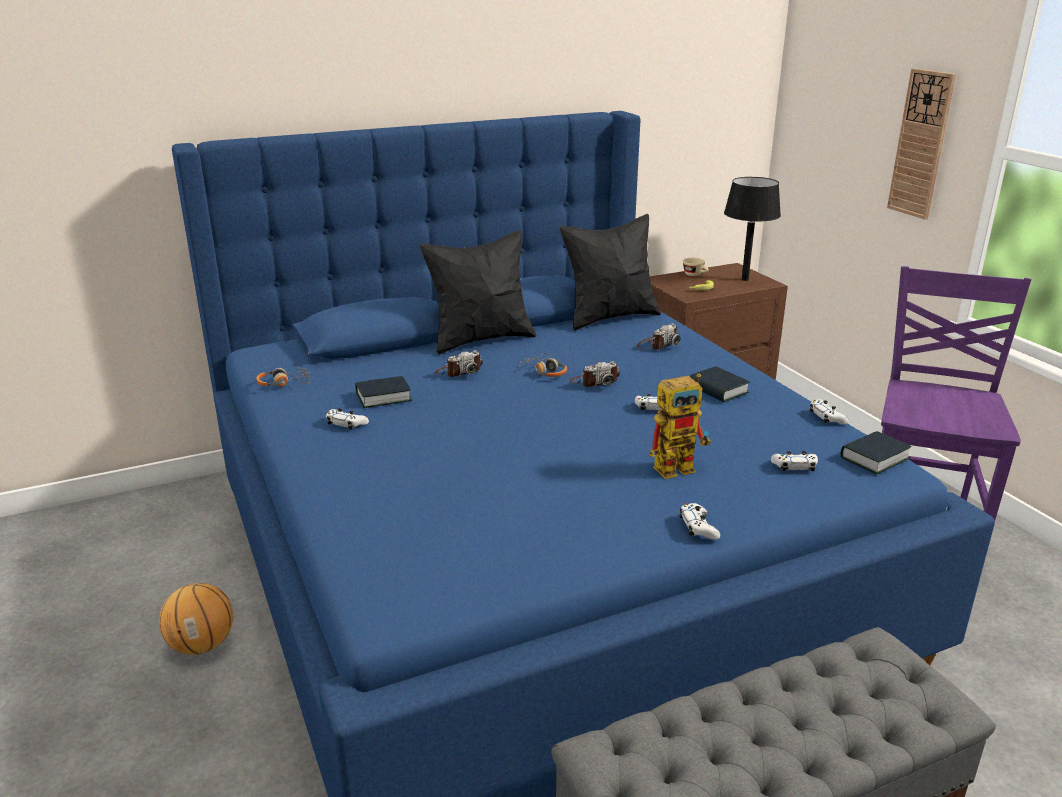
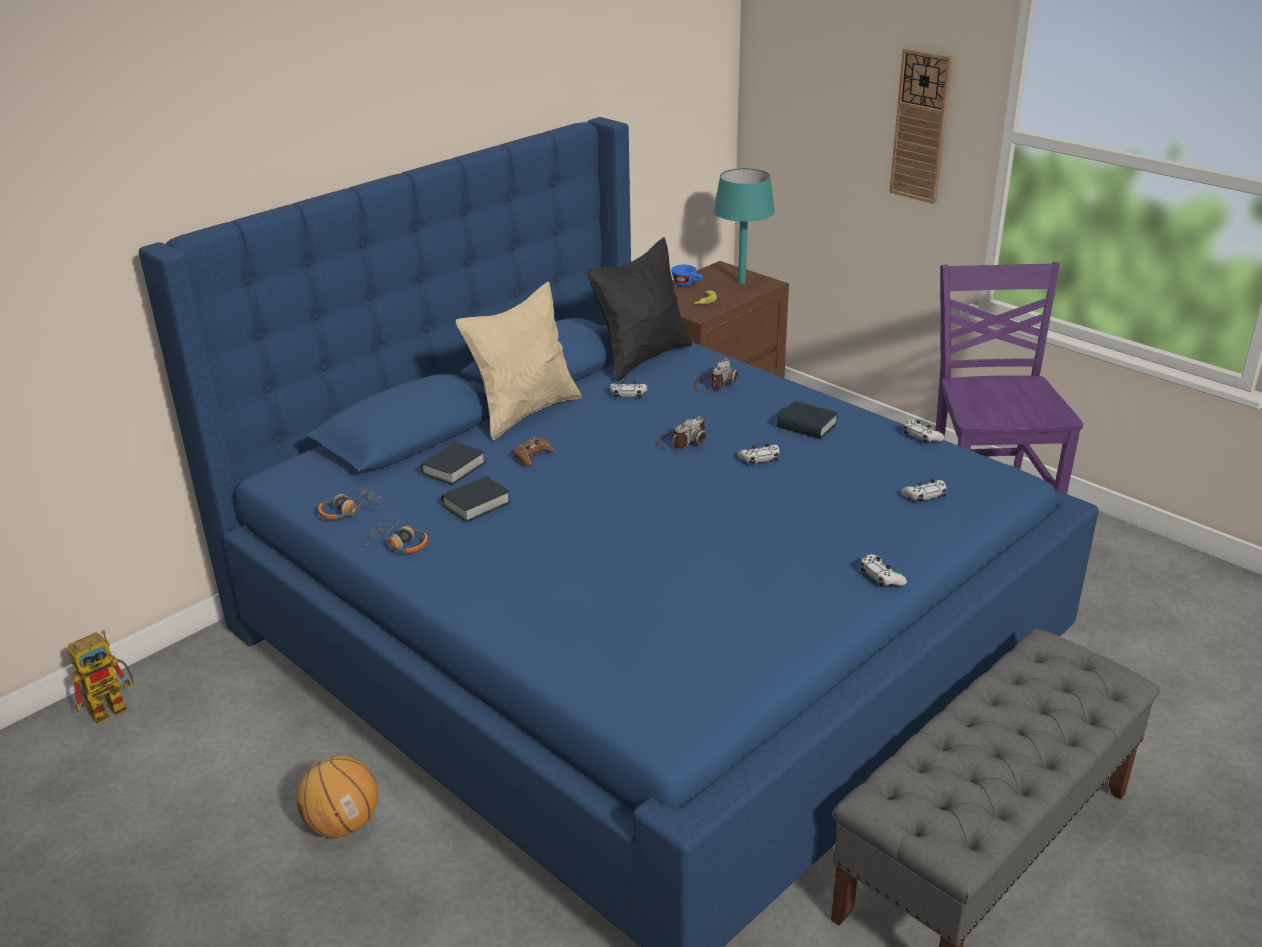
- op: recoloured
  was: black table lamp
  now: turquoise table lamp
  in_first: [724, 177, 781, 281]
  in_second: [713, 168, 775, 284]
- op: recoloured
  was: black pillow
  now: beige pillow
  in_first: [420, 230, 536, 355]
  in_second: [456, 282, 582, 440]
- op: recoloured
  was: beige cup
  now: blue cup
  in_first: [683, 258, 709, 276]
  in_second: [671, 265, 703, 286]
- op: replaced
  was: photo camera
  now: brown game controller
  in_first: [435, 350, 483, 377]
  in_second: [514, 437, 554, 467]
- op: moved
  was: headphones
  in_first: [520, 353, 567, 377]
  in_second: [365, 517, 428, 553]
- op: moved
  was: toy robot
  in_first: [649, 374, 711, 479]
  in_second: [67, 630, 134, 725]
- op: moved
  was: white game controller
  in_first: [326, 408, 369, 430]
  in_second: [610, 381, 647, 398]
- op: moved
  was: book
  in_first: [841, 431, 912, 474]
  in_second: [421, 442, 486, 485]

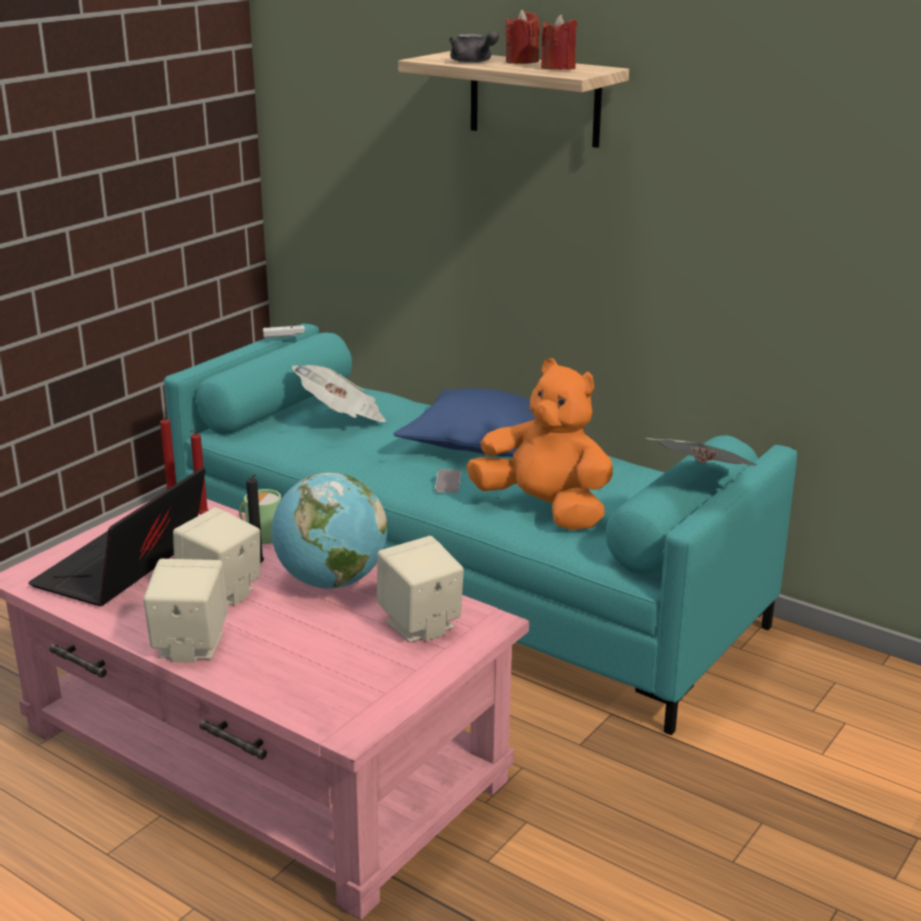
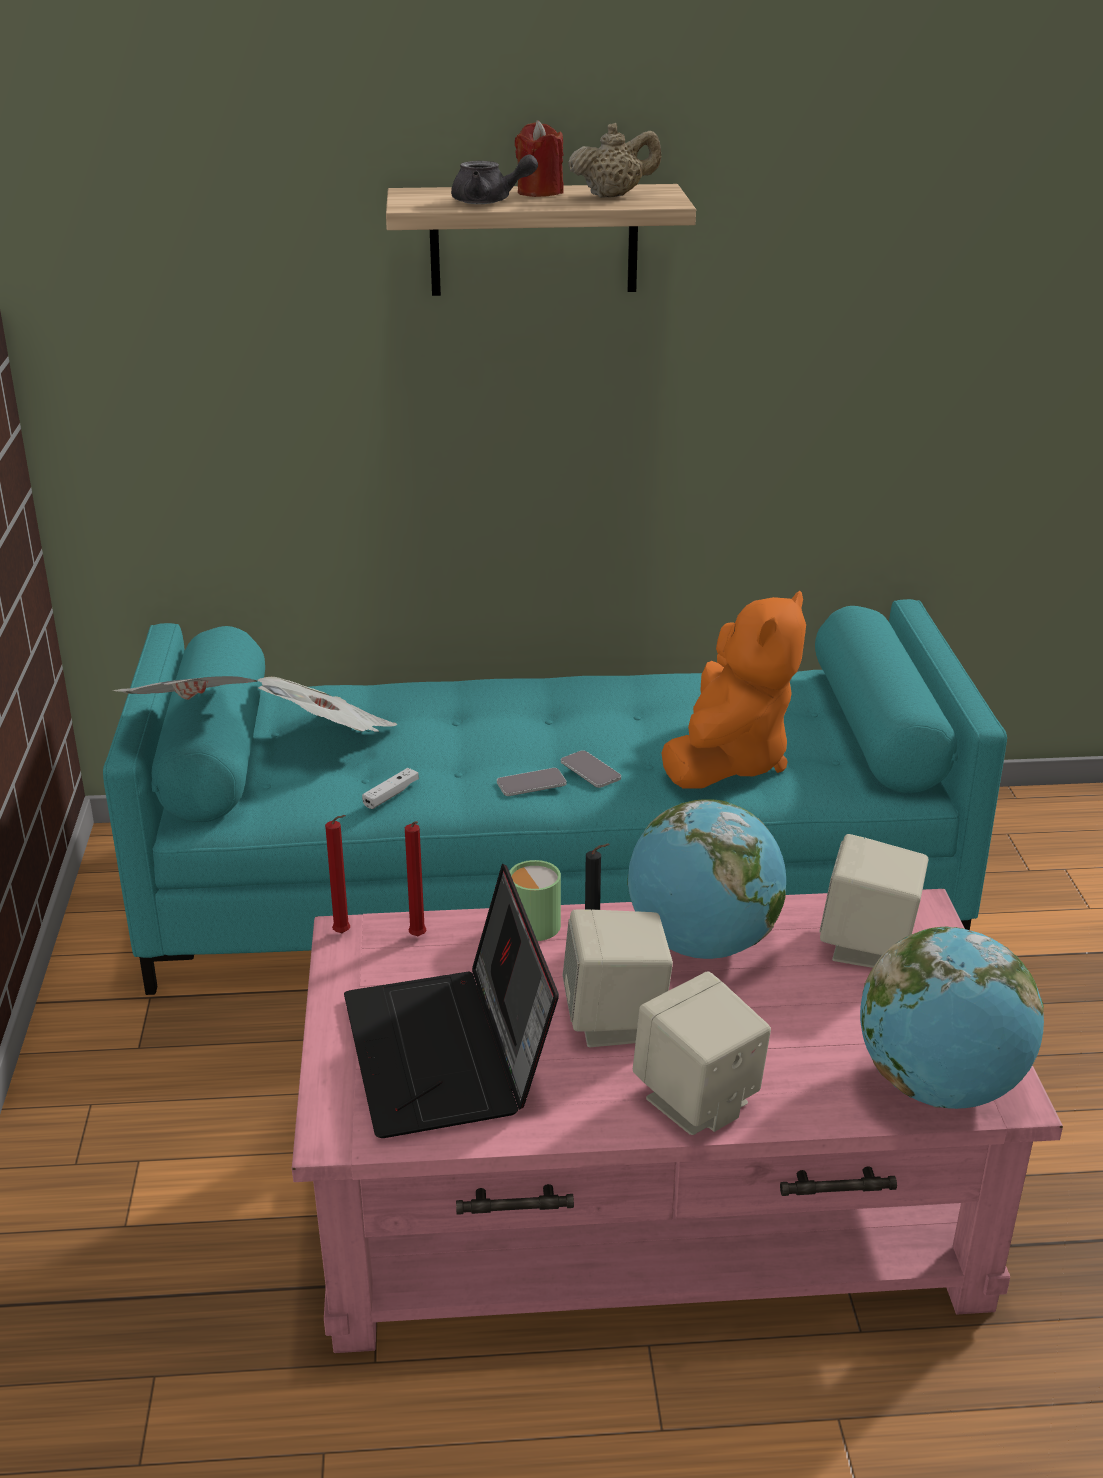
- op: replaced
  was: red candle
  now: beige teapot
  in_first: [541, 14, 577, 70]
  in_second: [568, 123, 661, 198]
- op: moved
  was: white game controller
  in_first: [263, 325, 305, 338]
  in_second: [362, 768, 419, 809]
- op: turned
  was: orange plush toy
  in_first: [466, 359, 613, 530]
  in_second: [661, 591, 806, 788]
  clockwise: 120
- op: removed
  was: blue pillow
  in_first: [393, 388, 536, 457]
- op: moved
  was: newspaper
  in_first: [647, 438, 757, 466]
  in_second: [113, 676, 258, 700]
- op: added
  now: phone
  in_second: [497, 768, 566, 796]
- op: added
  now: globe
  in_second: [860, 927, 1044, 1109]

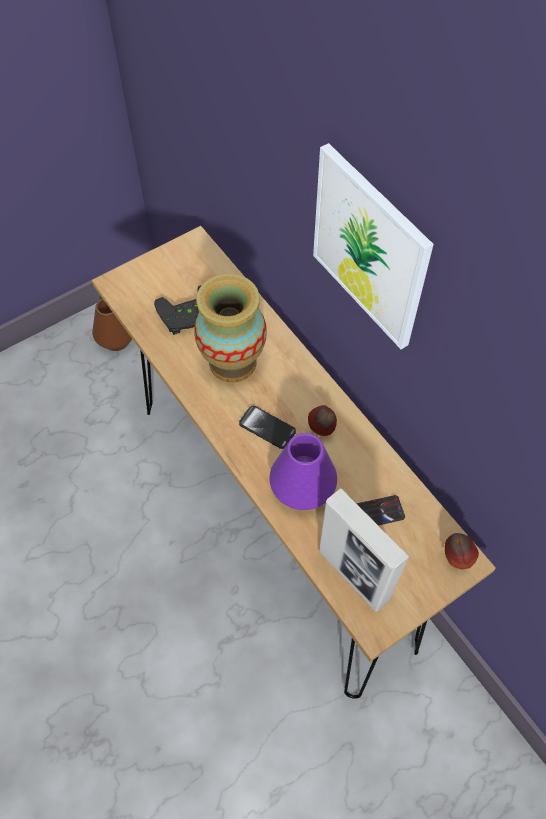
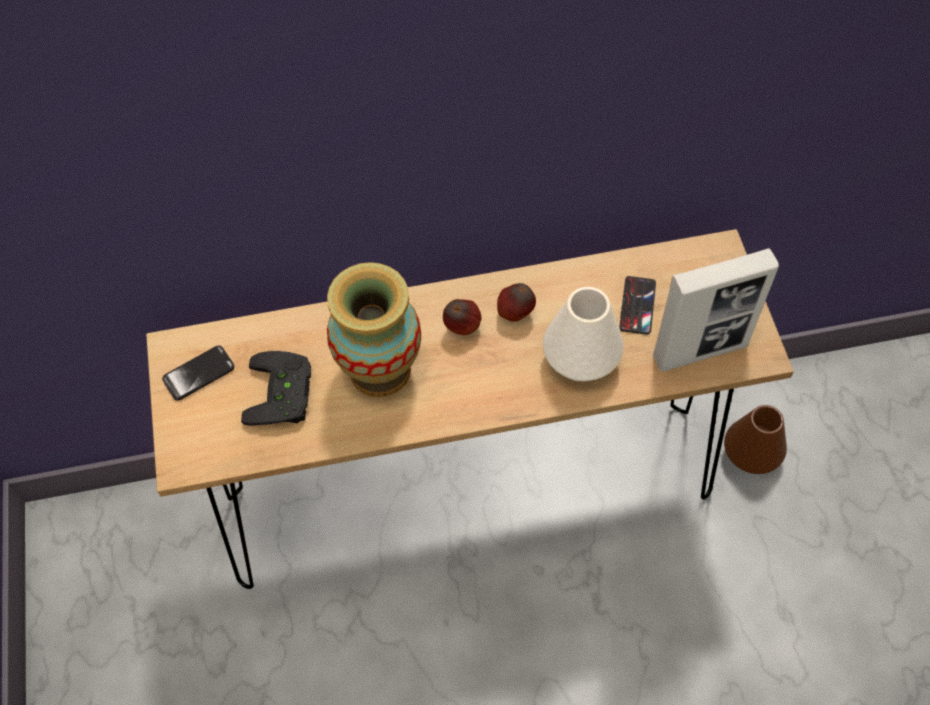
- op: removed
  was: picture
  in_first: [313, 143, 434, 349]
- op: moved
  was: brown vase
  in_first: [92, 299, 132, 351]
  in_second: [724, 405, 787, 474]
- op: moved
  was: phone
  in_first: [239, 406, 296, 449]
  in_second: [162, 345, 234, 400]
- op: recoloured
  was: purple vase
  now: white vase
  in_first: [269, 433, 337, 510]
  in_second: [543, 287, 623, 382]
- op: moved
  was: apple
  in_first: [445, 533, 479, 570]
  in_second: [443, 299, 482, 335]

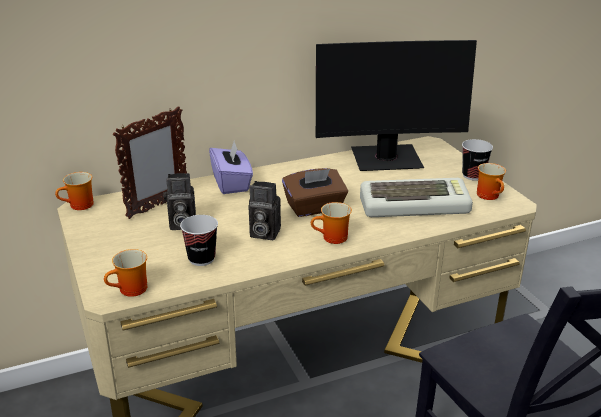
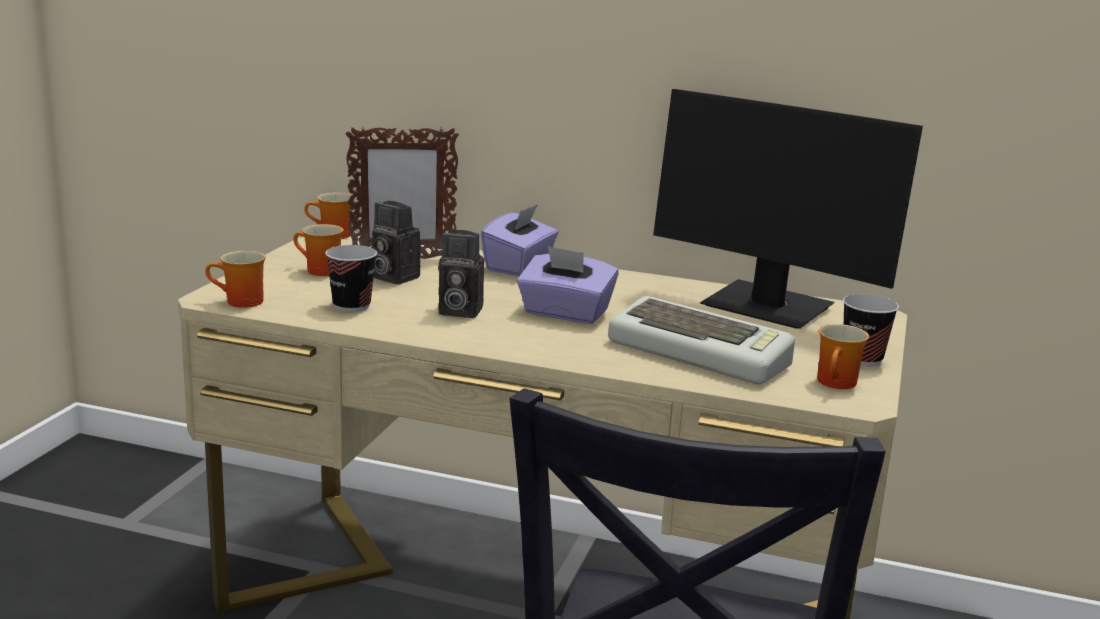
- op: recoloured
  was: brown tissue box
  now: purple tissue box
  in_first: [282, 168, 348, 217]
  in_second: [517, 246, 619, 324]
- op: turned
  was: photo camera
  in_first: [248, 181, 281, 240]
  in_second: [438, 230, 484, 318]
  clockwise: -45
- op: moved
  was: mug
  in_first: [311, 202, 352, 244]
  in_second: [294, 224, 344, 276]

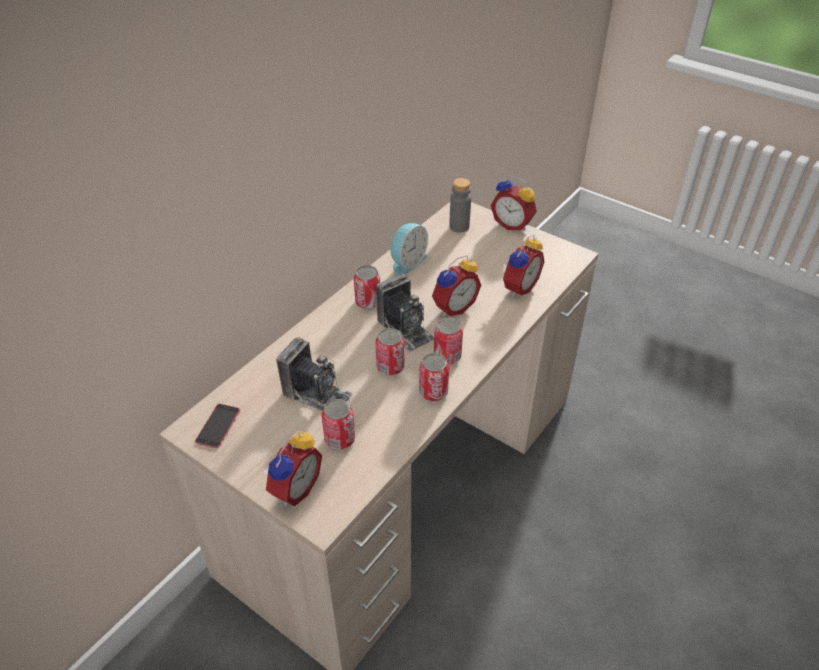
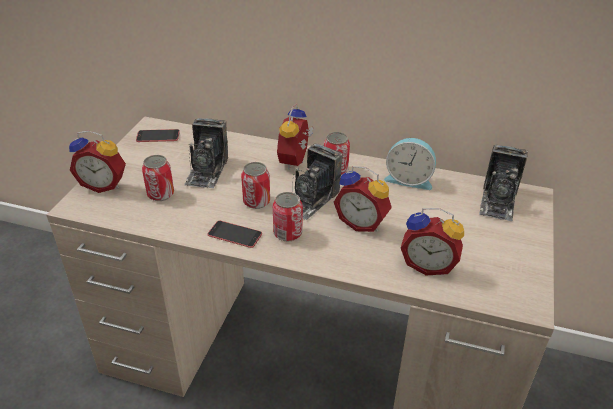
- op: moved
  was: alarm clock
  in_first: [491, 176, 537, 231]
  in_second: [277, 103, 314, 170]
- op: replaced
  was: grey bottle
  now: photo camera
  in_first: [449, 178, 471, 233]
  in_second: [479, 145, 528, 221]
- op: replaced
  was: can
  now: phone
  in_first: [419, 353, 449, 401]
  in_second: [208, 220, 262, 248]

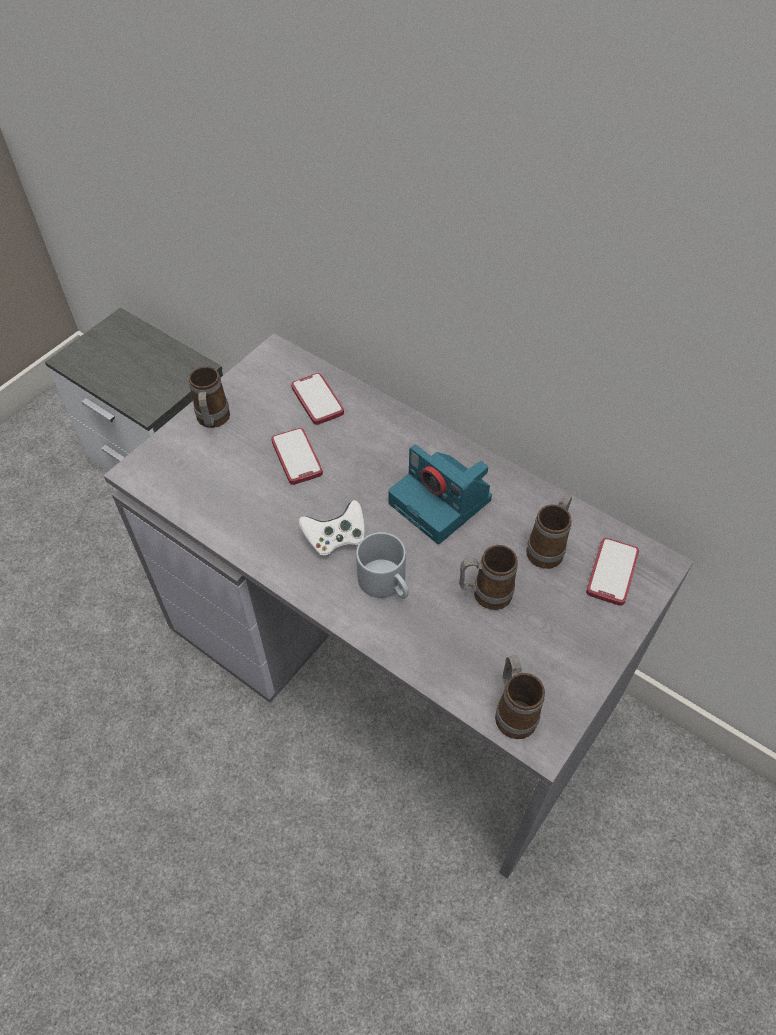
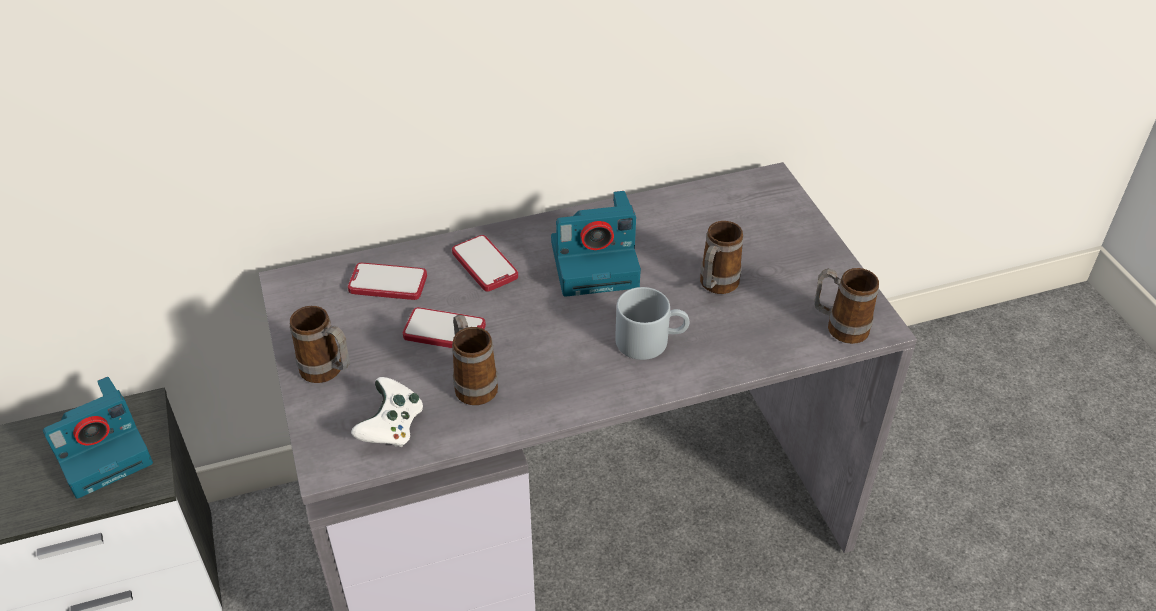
- op: moved
  was: mug
  in_first: [526, 493, 572, 569]
  in_second: [452, 314, 498, 405]
- op: moved
  was: white game controller
  in_first: [299, 500, 365, 556]
  in_second: [351, 377, 423, 448]
- op: moved
  was: phone
  in_first: [586, 538, 639, 606]
  in_second: [452, 235, 518, 291]
- op: added
  now: photo camera
  in_second: [43, 377, 153, 499]

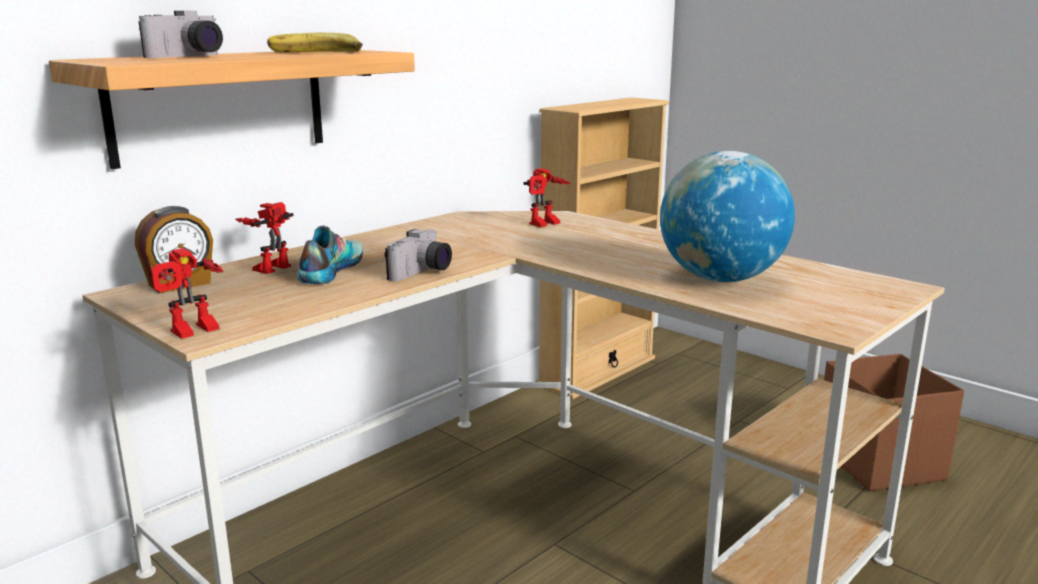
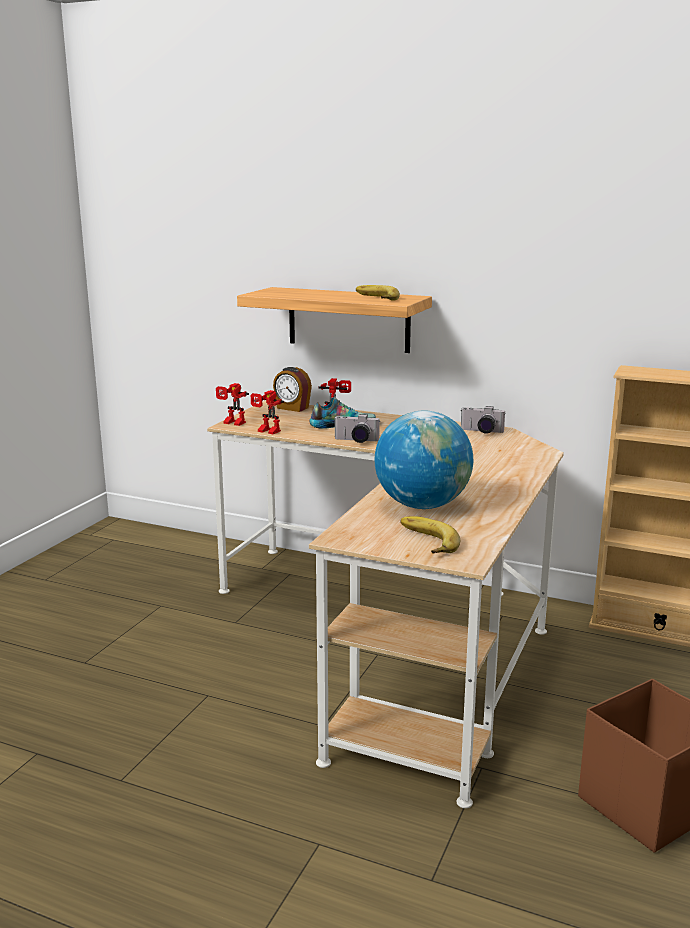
- op: moved
  was: photo camera
  in_first: [139, 11, 223, 58]
  in_second: [460, 406, 506, 434]
- op: moved
  was: toy robot
  in_first: [524, 168, 571, 227]
  in_second: [251, 390, 284, 434]
- op: added
  now: banana
  in_second: [400, 517, 460, 554]

